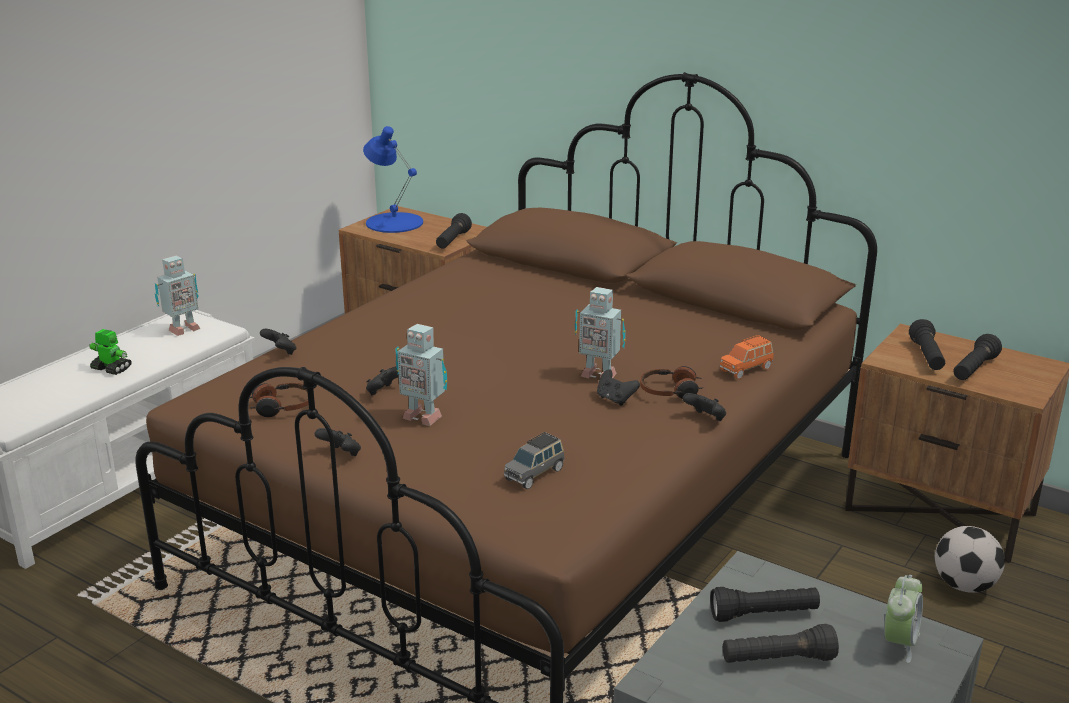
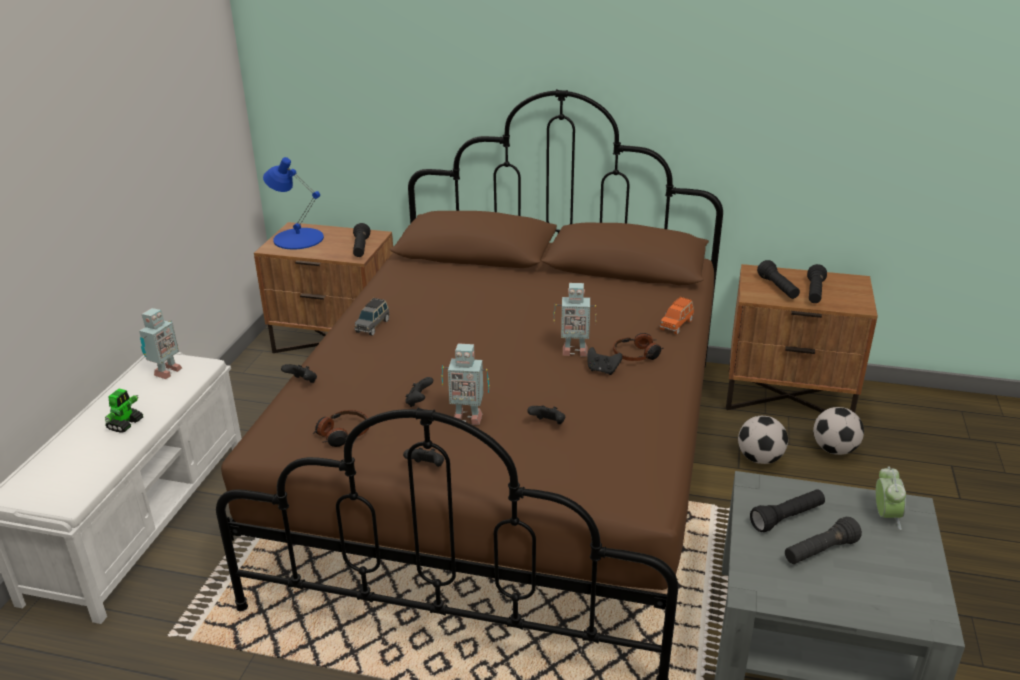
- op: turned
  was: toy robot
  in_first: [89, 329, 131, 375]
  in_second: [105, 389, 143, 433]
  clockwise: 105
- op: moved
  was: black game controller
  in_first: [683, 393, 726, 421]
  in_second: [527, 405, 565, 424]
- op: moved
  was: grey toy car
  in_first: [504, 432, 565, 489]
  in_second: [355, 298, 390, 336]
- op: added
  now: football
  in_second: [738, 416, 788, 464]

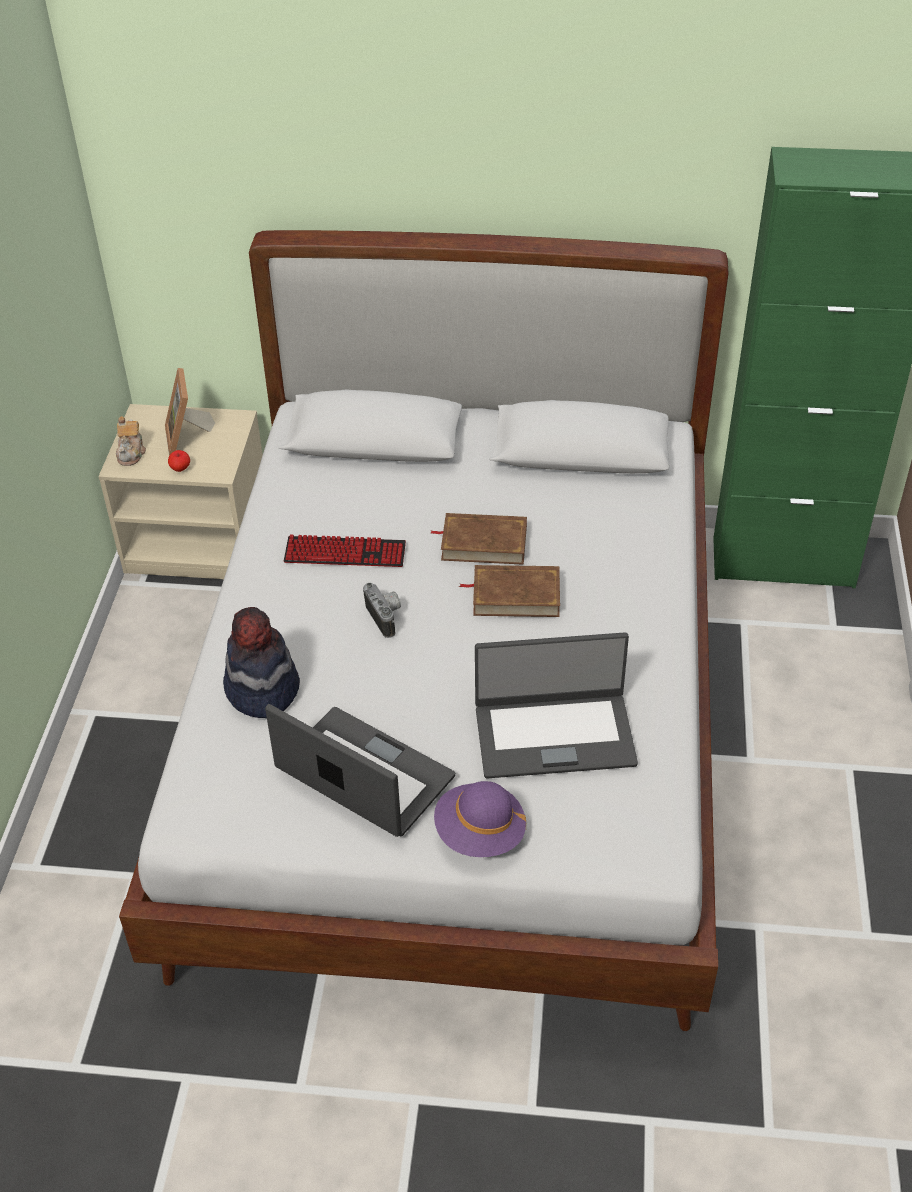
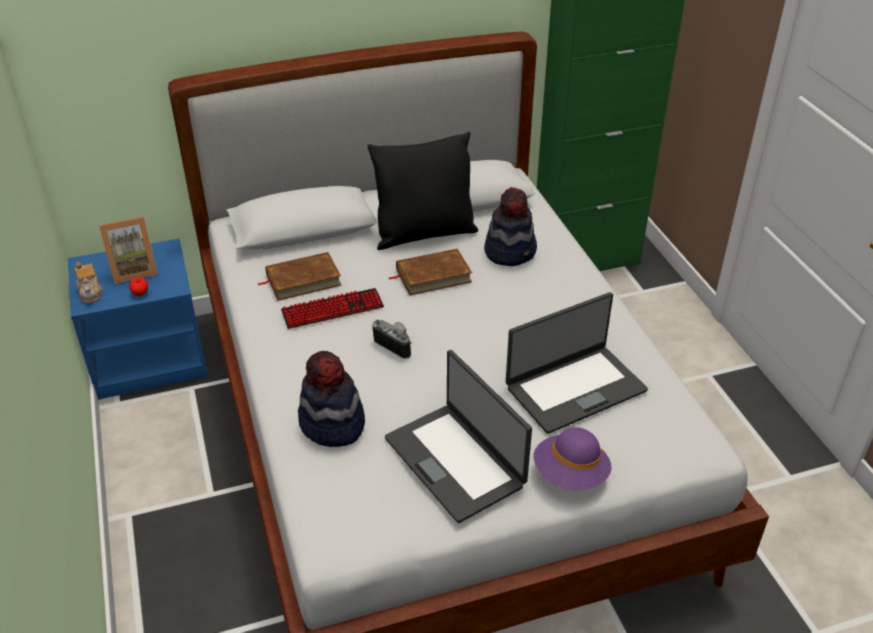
- op: turned
  was: picture frame
  in_first: [165, 368, 215, 455]
  in_second: [99, 216, 158, 284]
  clockwise: -75
- op: recoloured
  was: beige nightstand
  now: blue nightstand
  in_first: [98, 404, 263, 579]
  in_second: [68, 239, 208, 400]
- op: moved
  was: brown book
  in_first: [459, 565, 560, 617]
  in_second: [258, 252, 341, 301]
- op: turned
  was: laptop
  in_first: [265, 704, 455, 837]
  in_second: [385, 350, 532, 523]
  clockwise: -135
- op: added
  now: black pillow
  in_second: [368, 132, 478, 250]
- op: added
  now: hat
  in_second: [484, 187, 537, 266]

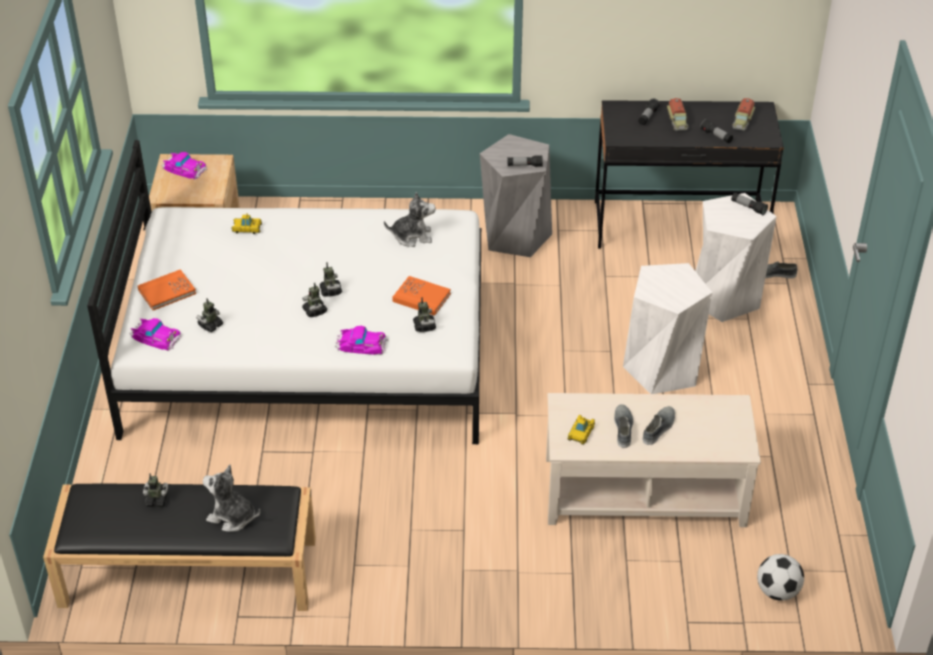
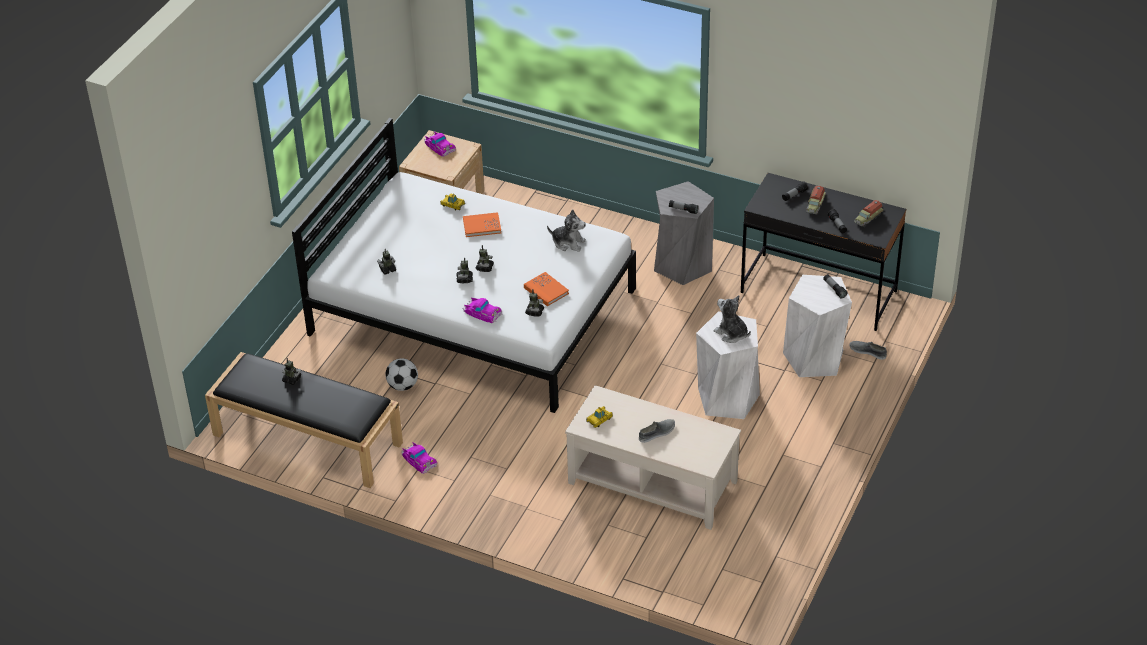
- op: moved
  was: orange book
  in_first: [138, 269, 196, 310]
  in_second: [463, 212, 501, 237]
- op: moved
  was: toy car
  in_first: [129, 318, 182, 351]
  in_second: [401, 442, 437, 474]
- op: removed
  was: grey shoe
  in_first: [614, 404, 633, 448]
- op: moved
  was: plush toy
  in_first: [203, 465, 261, 531]
  in_second: [713, 295, 751, 343]
- op: moved
  was: football
  in_first: [757, 554, 804, 601]
  in_second: [385, 358, 418, 391]

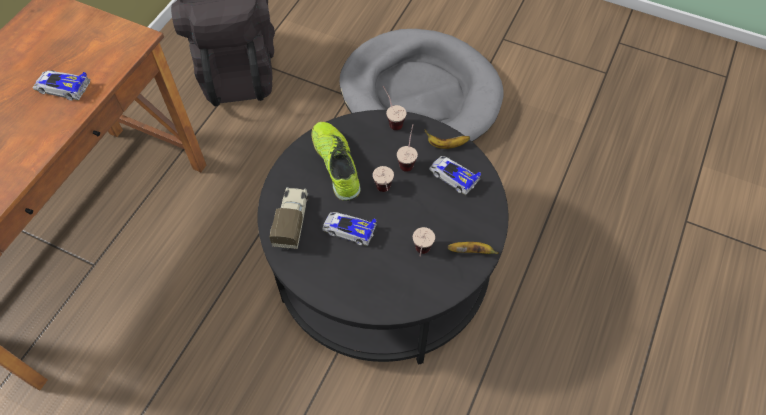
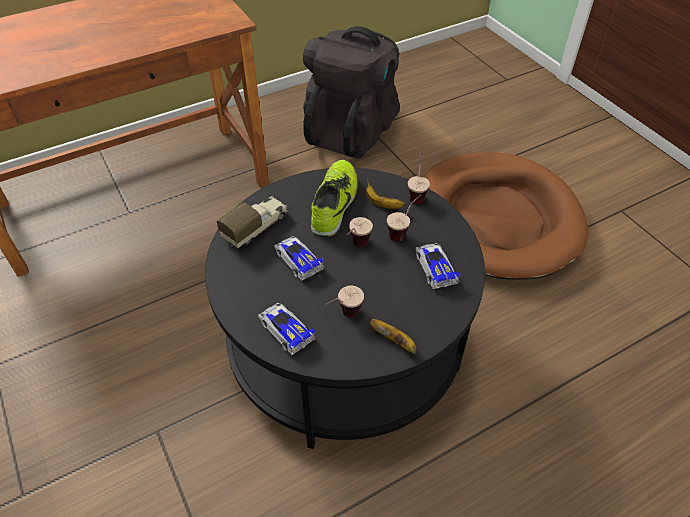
- op: recoloured
  was: grey dog bed
  now: brown dog bed
  in_first: [340, 29, 504, 142]
  in_second: [424, 152, 588, 280]
- op: moved
  was: toy car
  in_first: [32, 70, 90, 101]
  in_second: [258, 303, 316, 355]
- op: moved
  was: banana
  in_first: [424, 129, 470, 149]
  in_second: [366, 178, 405, 209]

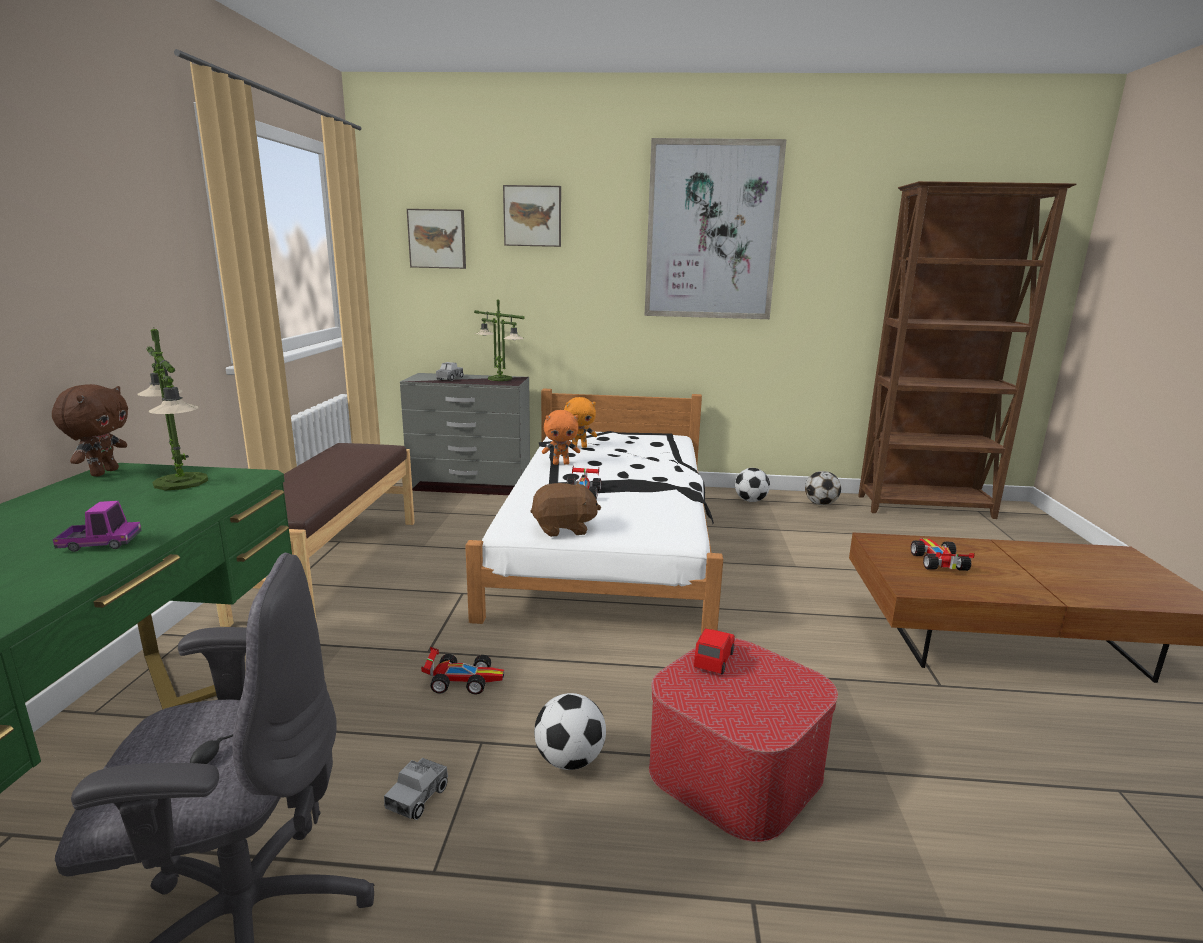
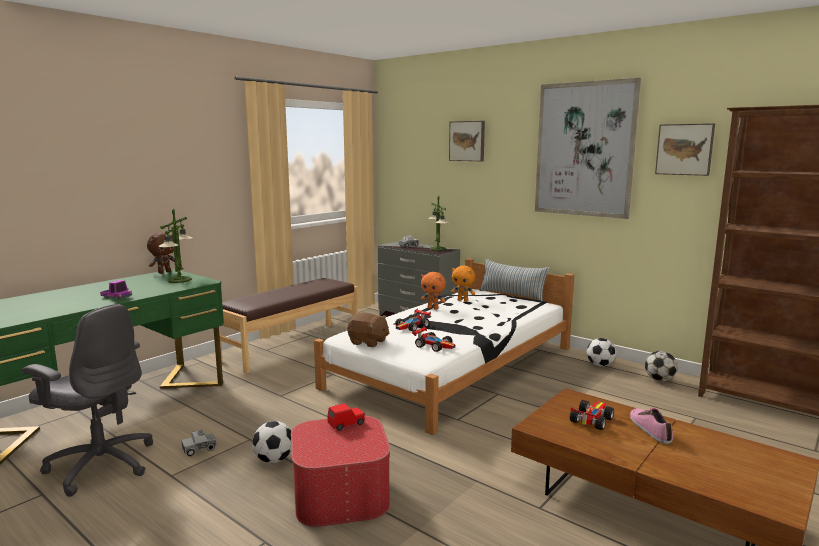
- op: moved
  was: picture
  in_first: [407, 209, 466, 269]
  in_second: [655, 123, 715, 176]
- op: moved
  was: toy car
  in_first: [421, 647, 504, 695]
  in_second: [412, 326, 456, 352]
- op: added
  now: pillow
  in_second: [479, 259, 549, 302]
- op: added
  now: shoe
  in_second: [630, 408, 673, 444]

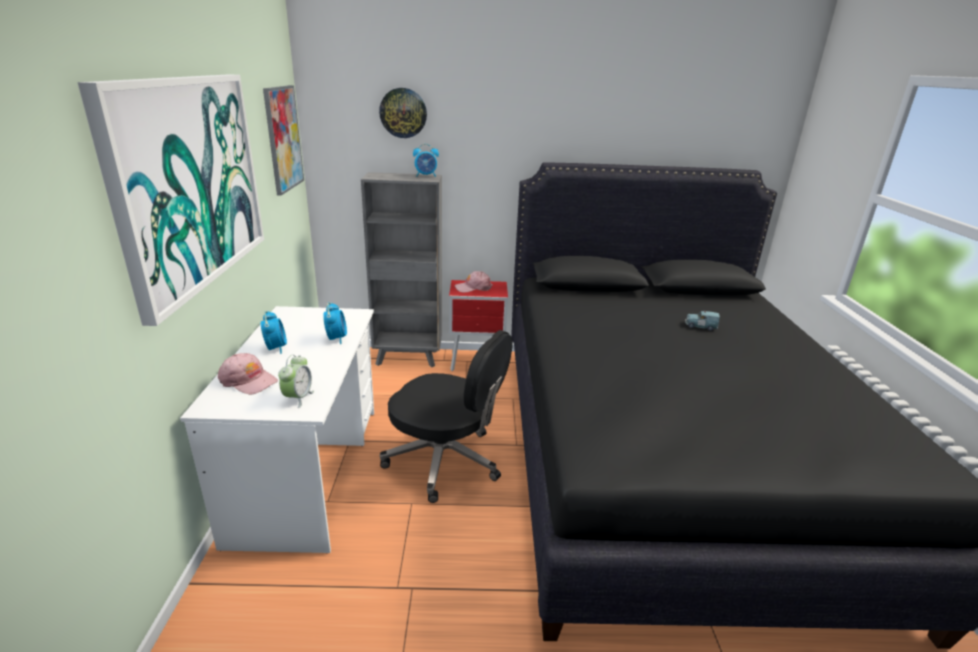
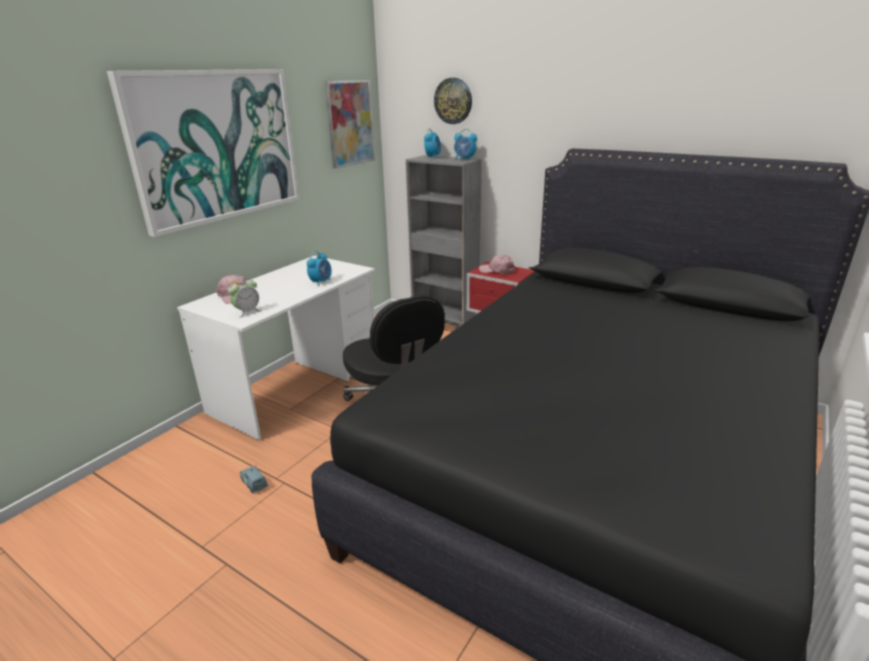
- op: moved
  was: alarm clock
  in_first: [261, 311, 287, 354]
  in_second: [424, 128, 441, 159]
- op: moved
  was: blue toy car
  in_first: [685, 311, 720, 331]
  in_second: [240, 465, 269, 494]

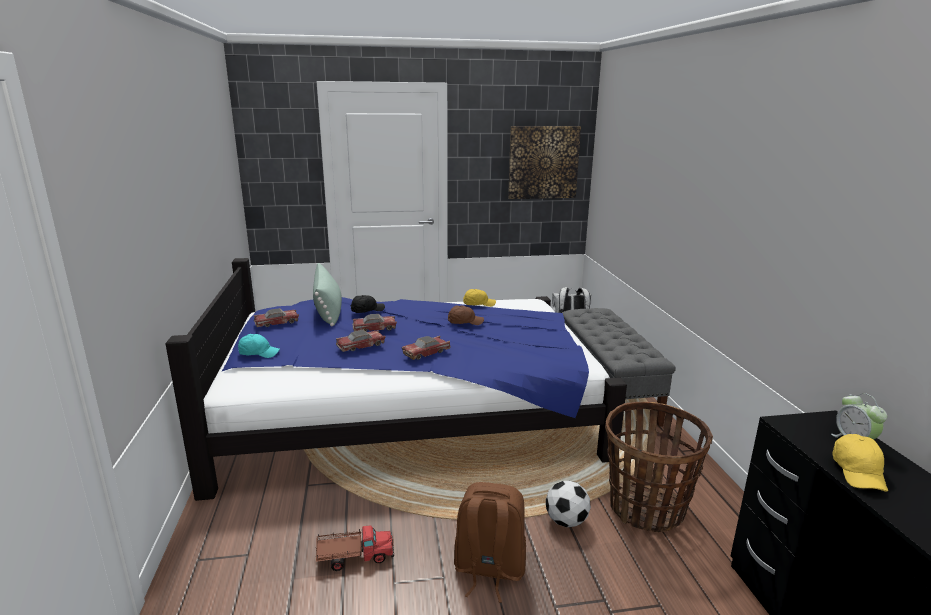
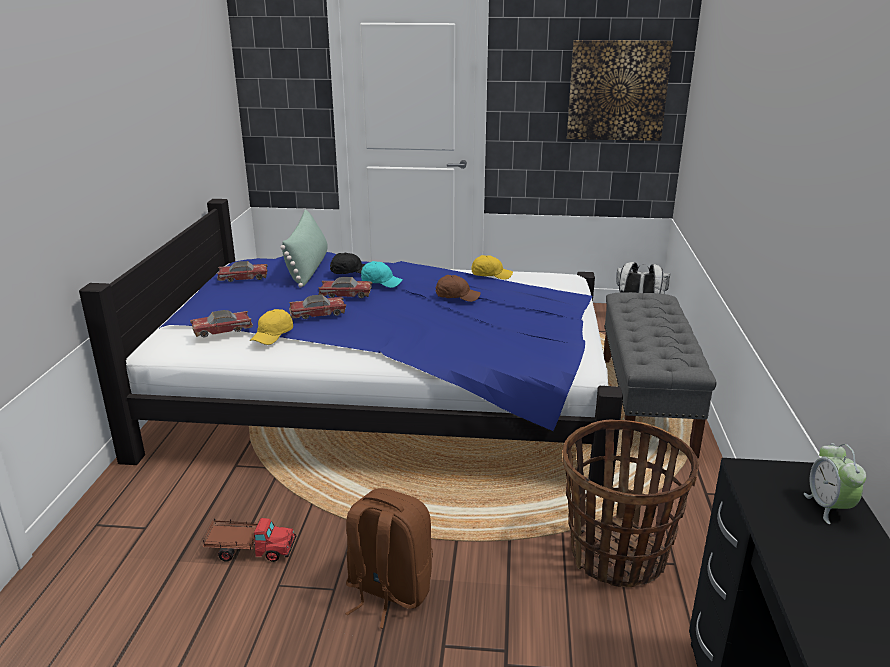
- op: moved
  was: turquoise cap
  in_first: [238, 334, 280, 358]
  in_second: [361, 261, 403, 288]
- op: moved
  was: toy car
  in_first: [402, 336, 451, 360]
  in_second: [190, 310, 253, 337]
- op: moved
  was: yellow cap
  in_first: [832, 434, 888, 492]
  in_second: [250, 309, 293, 345]
- op: removed
  was: football
  in_first: [546, 481, 591, 527]

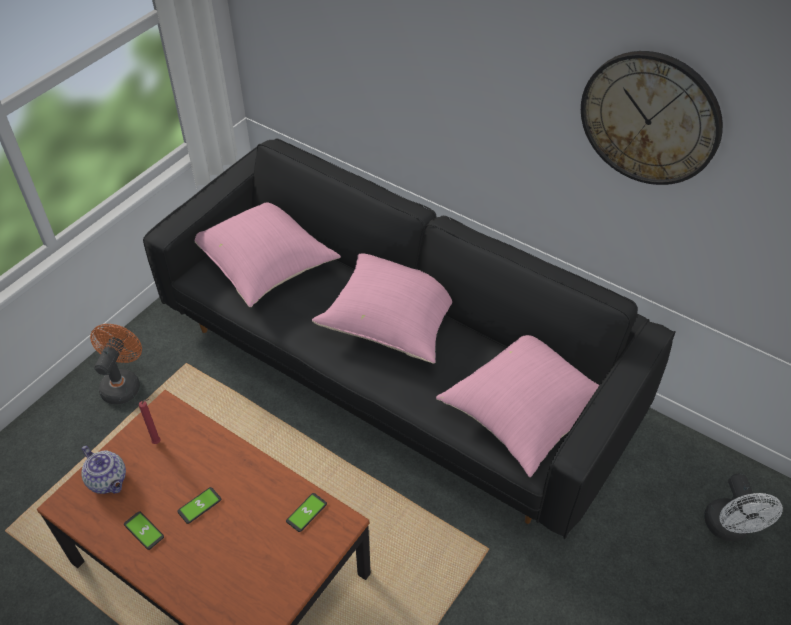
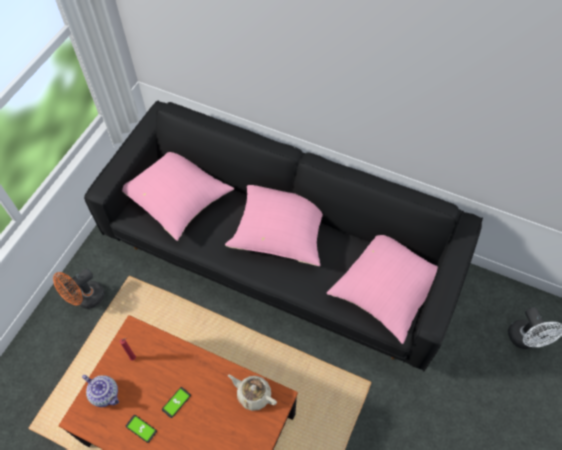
- op: removed
  was: wall clock
  in_first: [581, 51, 723, 185]
- op: turned
  was: orange fan
  in_first: [90, 324, 142, 404]
  in_second: [53, 268, 105, 309]
  clockwise: -135
- op: replaced
  was: phone
  now: beige teapot
  in_first: [286, 493, 327, 532]
  in_second: [228, 375, 277, 411]

